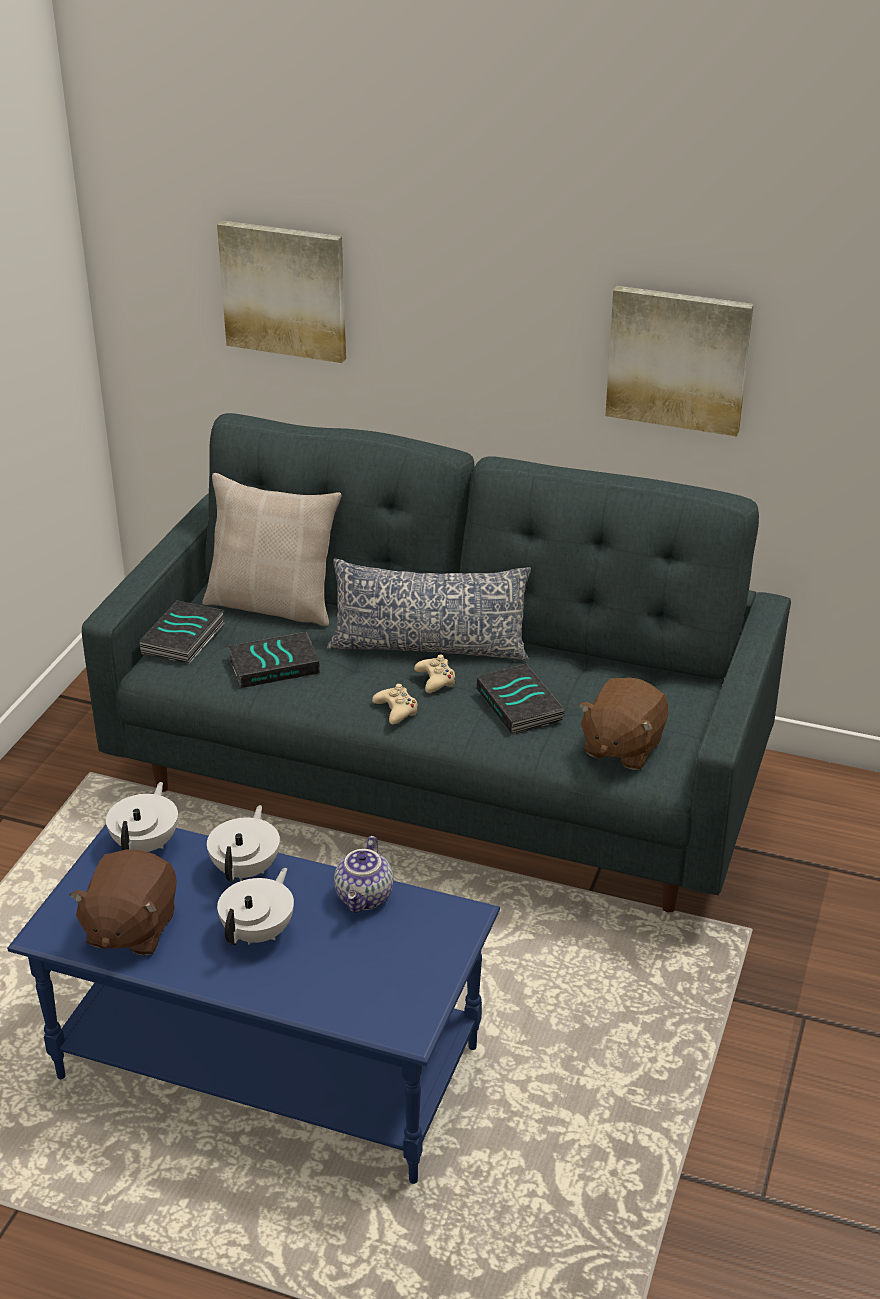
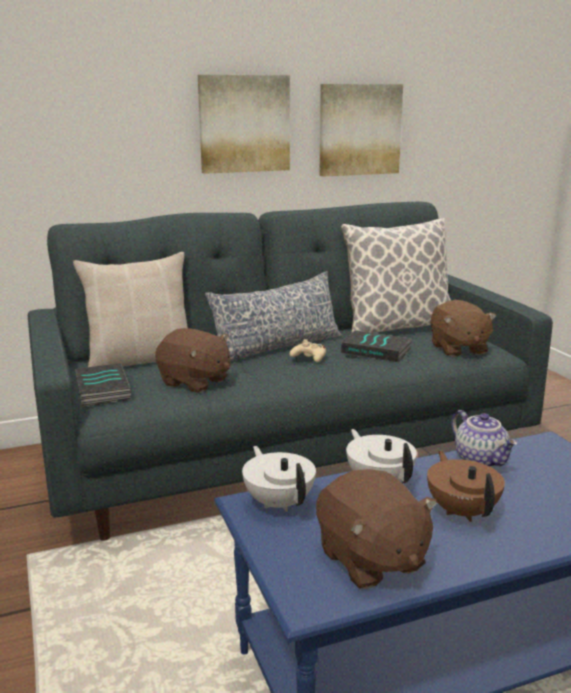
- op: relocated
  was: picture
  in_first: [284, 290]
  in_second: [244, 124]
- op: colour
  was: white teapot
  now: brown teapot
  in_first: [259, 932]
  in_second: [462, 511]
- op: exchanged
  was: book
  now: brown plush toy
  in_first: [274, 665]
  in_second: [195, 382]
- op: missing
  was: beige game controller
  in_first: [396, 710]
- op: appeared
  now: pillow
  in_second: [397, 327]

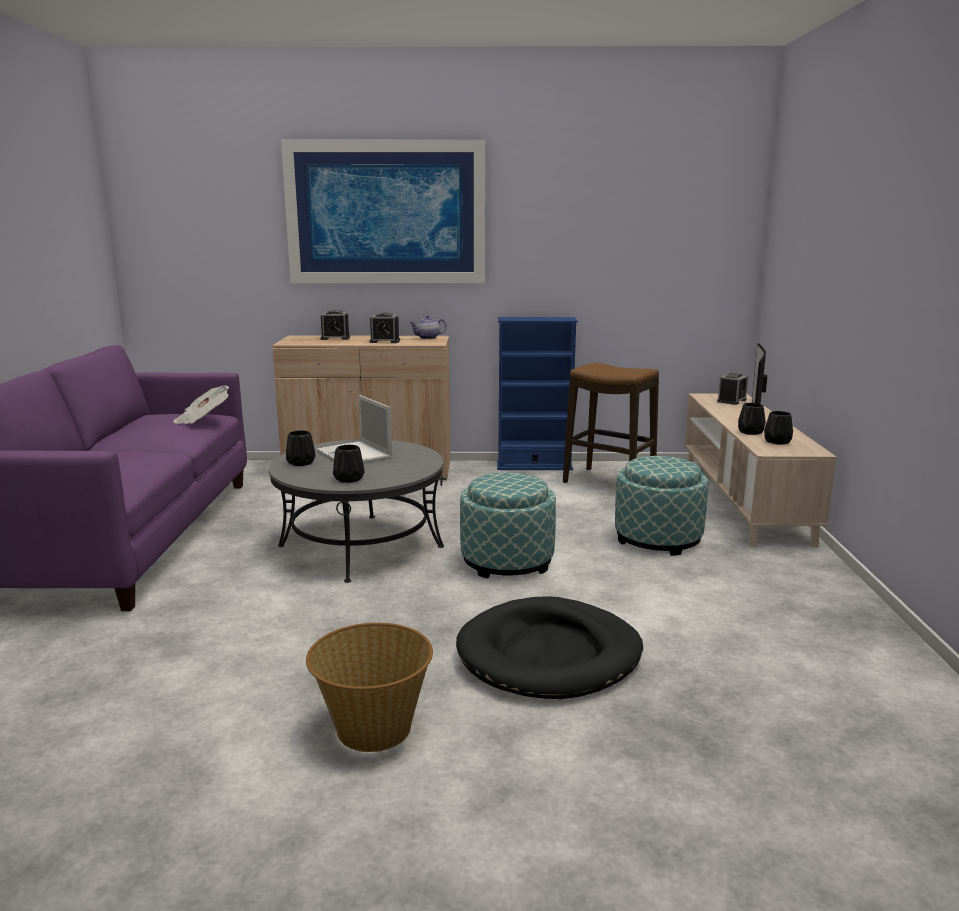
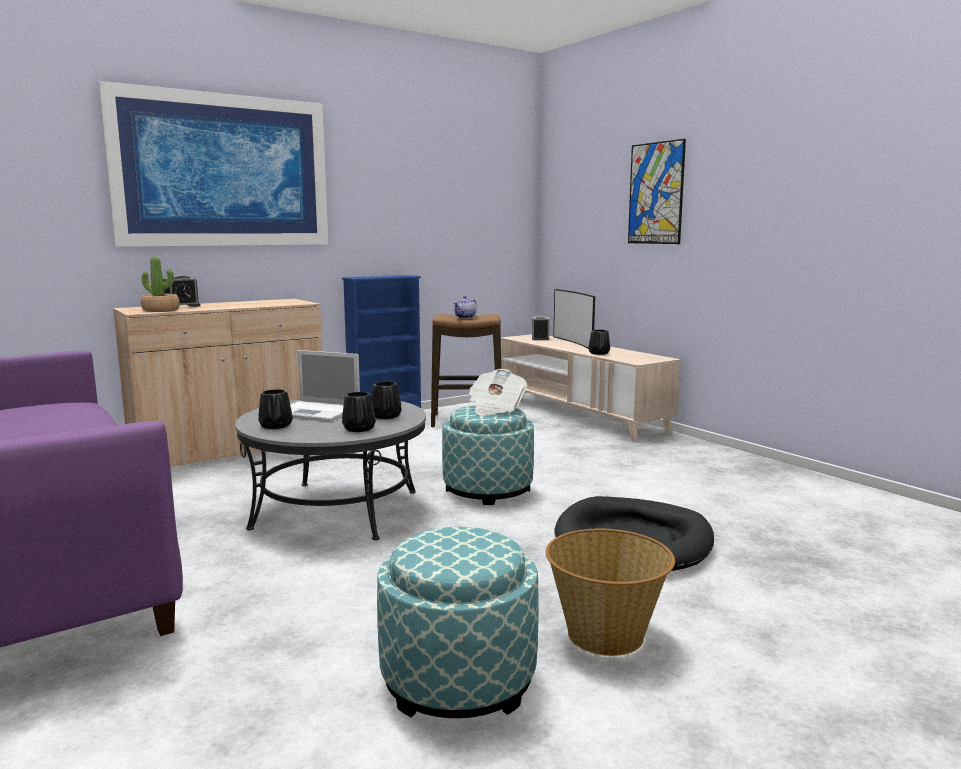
- op: relocated
  was: newspaper
  in_first: [203, 420]
  in_second: [495, 408]
- op: missing
  was: alarm clock
  in_first: [385, 341]
- op: relocated
  was: teapot
  in_first: [428, 338]
  in_second: [465, 317]
- op: relocated
  was: ottoman
  in_first: [657, 539]
  in_second: [458, 679]
- op: relocated
  was: black vase
  in_first: [776, 441]
  in_second: [385, 416]
- op: appeared
  now: potted plant
  in_second: [161, 310]
- op: appeared
  now: picture
  in_second: [656, 193]

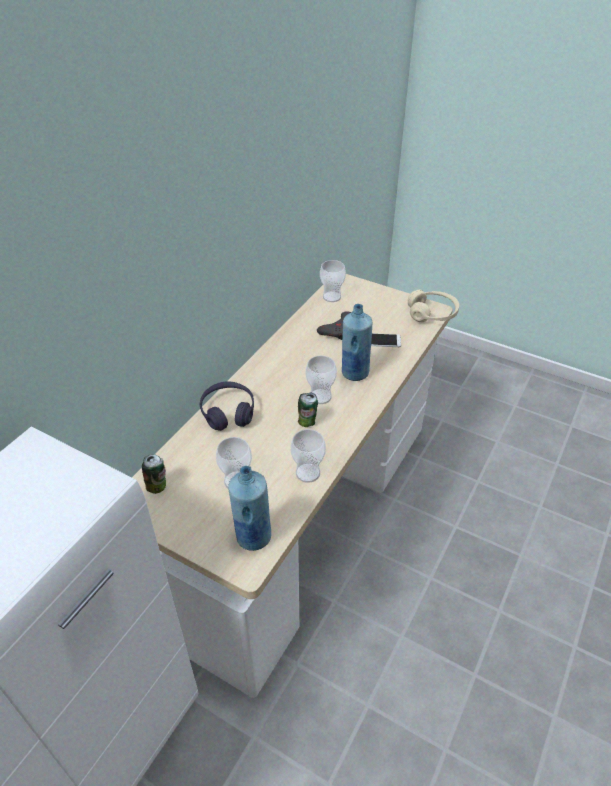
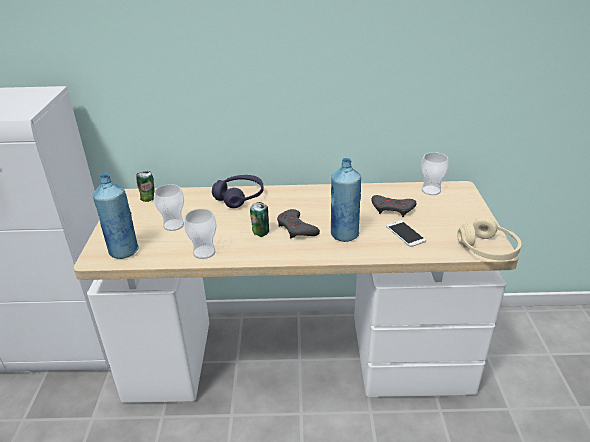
- op: exchanged
  was: cup
  now: grey game controller
  in_first: [320, 396]
  in_second: [296, 228]

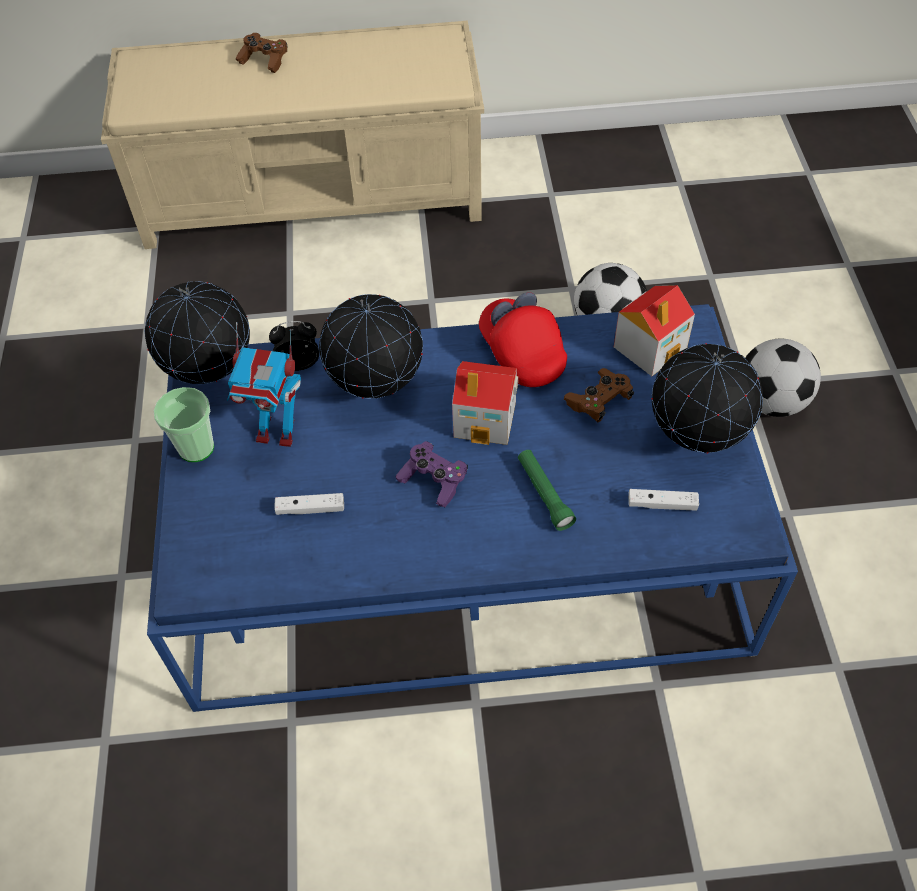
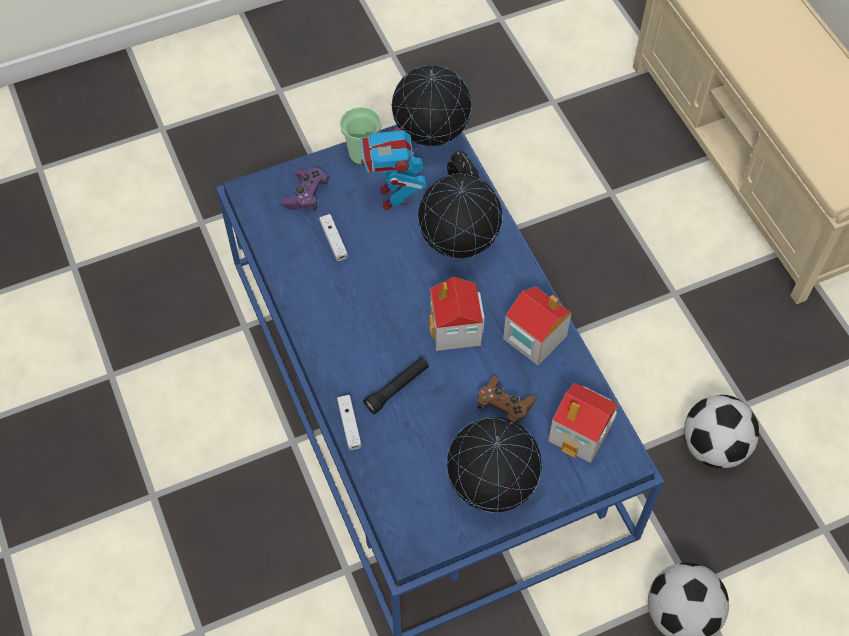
- op: missing
  was: brown game controller
  in_first: [264, 60]
- op: relocated
  was: purple game controller
  in_first: [433, 480]
  in_second: [306, 195]
- op: exchanged
  was: red cap
  now: toy house
  in_first: [521, 354]
  in_second: [534, 337]
- op: colour
  was: green flashlight
  now: black flashlight
  in_first: [544, 494]
  in_second: [397, 388]
- op: relocated
  was: white game controller
  in_first: [662, 504]
  in_second: [349, 425]

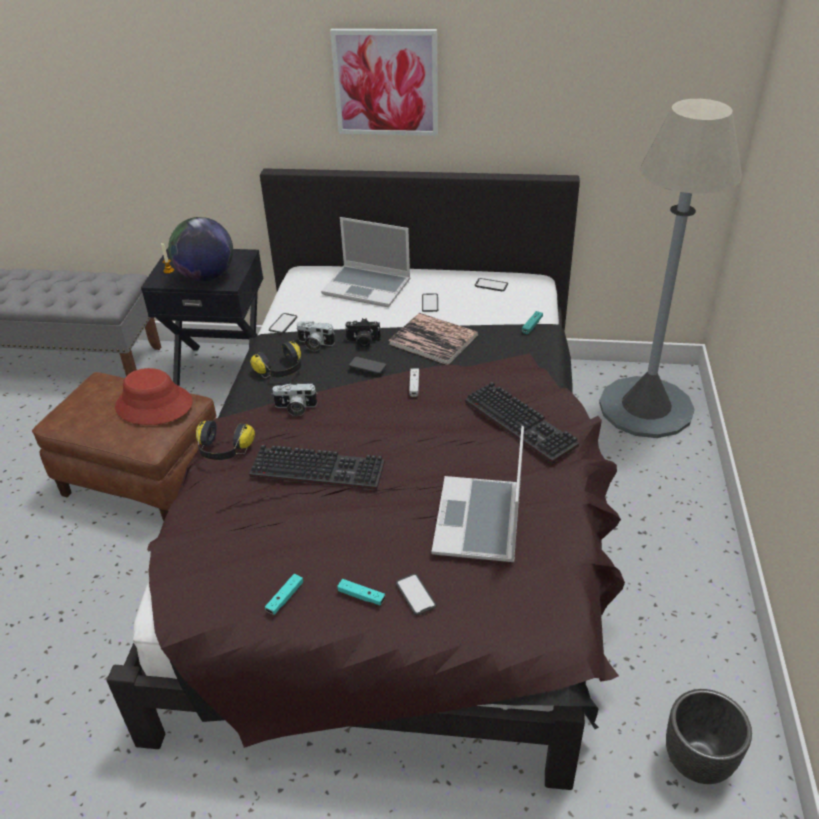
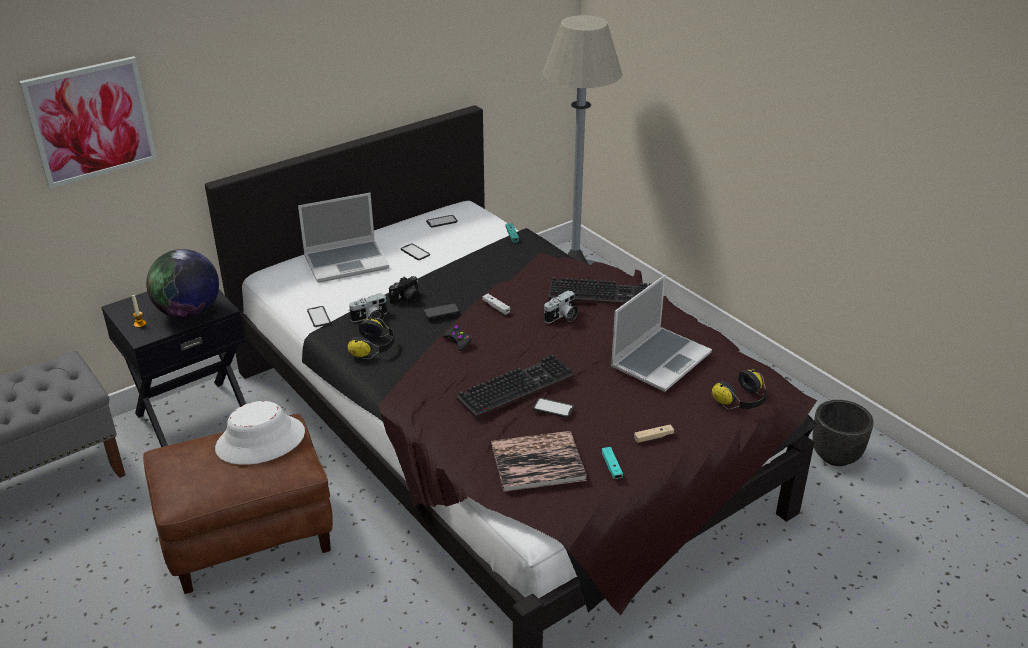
- op: colour
  was: red hat
  now: white hat
  in_first: [154, 405]
  in_second: [260, 441]
- op: relocated
  was: headphones
  in_first: [223, 450]
  in_second: [742, 401]
- op: relocated
  was: photo camera
  in_first: [295, 408]
  in_second: [562, 317]
- op: relocated
  was: picture
  in_first: [386, 82]
  in_second: [90, 121]
- op: colour
  was: turquoise game controller
  now: beige game controller
  in_first: [361, 596]
  in_second: [653, 437]
- op: relocated
  was: book
  in_first: [433, 339]
  in_second: [537, 462]
- op: relocated
  was: phone
  in_first: [415, 594]
  in_second: [553, 408]
- op: spun
  was: laptop
  in_first: [479, 522]
  in_second: [660, 359]
  clockwise: -105
- op: appeared
  now: black game controller
  in_second: [458, 341]

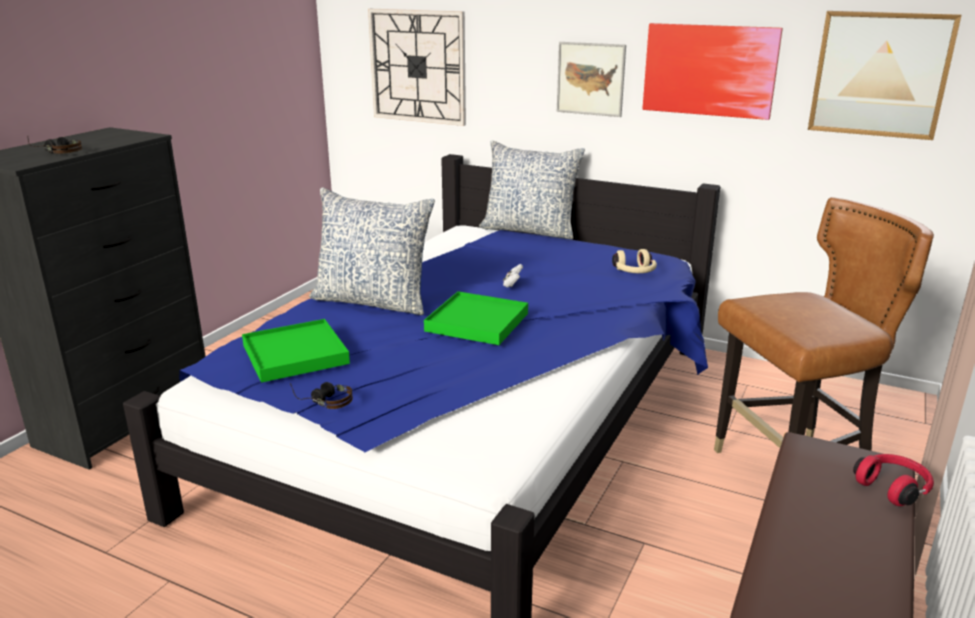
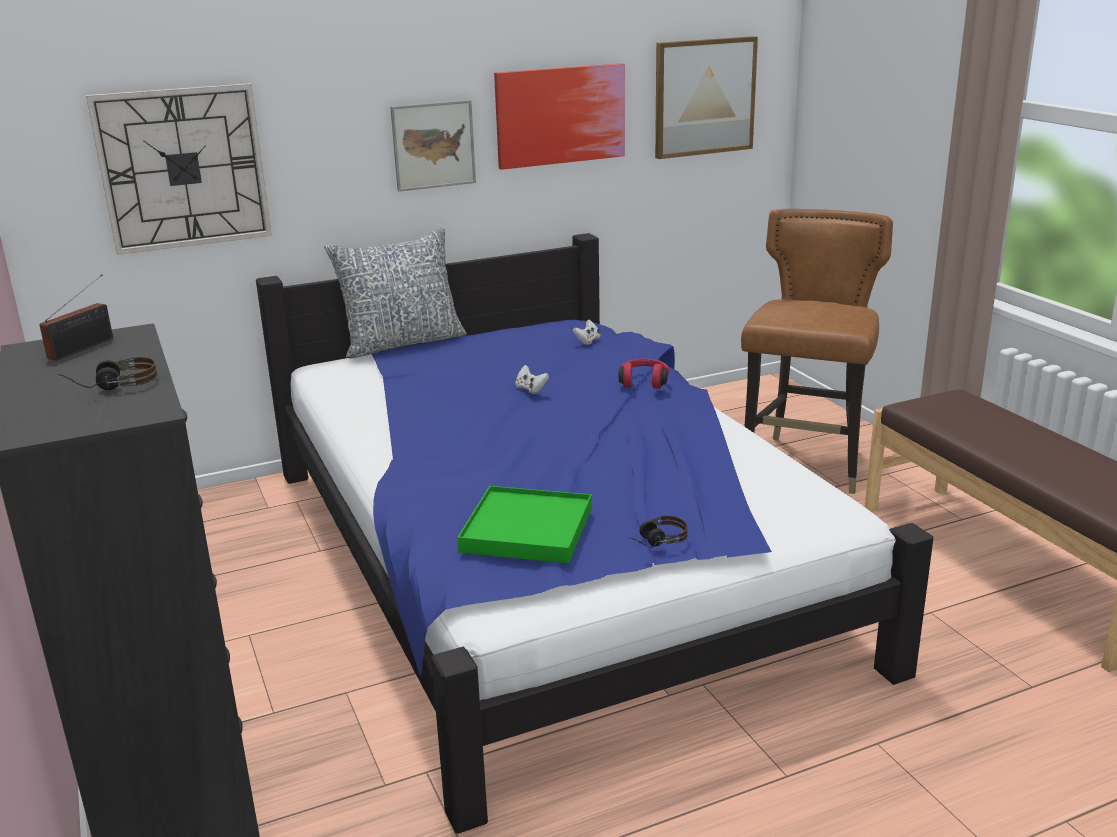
- op: missing
  was: pillow
  in_first: [373, 301]
- op: missing
  was: green tray
  in_first: [477, 322]
- op: exchanged
  was: beige headphones
  now: white game controller
  in_first: [634, 272]
  in_second: [587, 341]
- op: relocated
  was: red headphones
  in_first: [893, 488]
  in_second: [644, 382]
- op: appeared
  now: radio
  in_second: [85, 347]

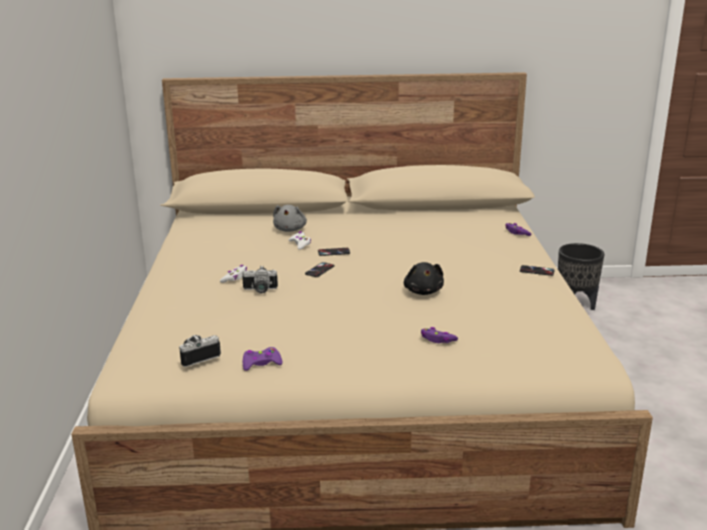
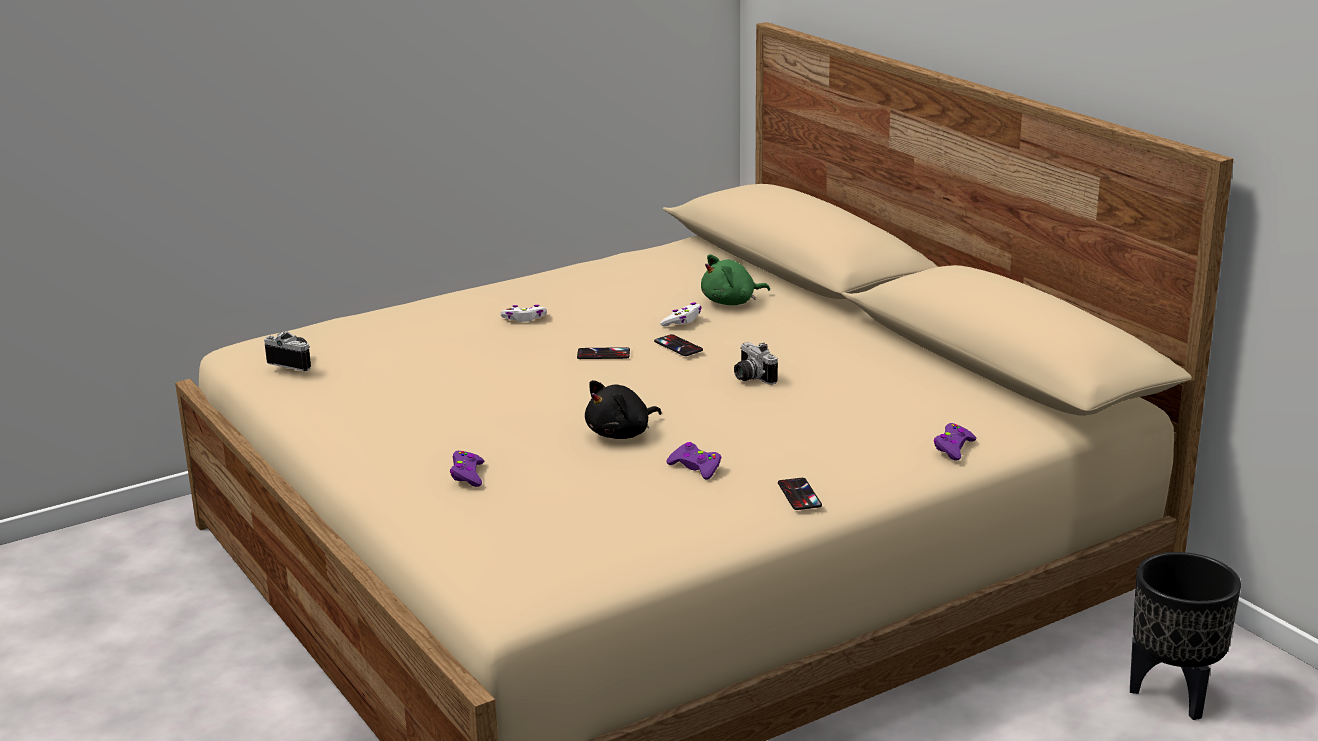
- op: relocated
  was: photo camera
  in_first: [260, 290]
  in_second: [750, 378]
- op: relocated
  was: purple game controller
  in_first: [261, 363]
  in_second: [695, 467]
- op: colour
  was: grey plush toy
  now: green plush toy
  in_first: [290, 229]
  in_second: [731, 302]

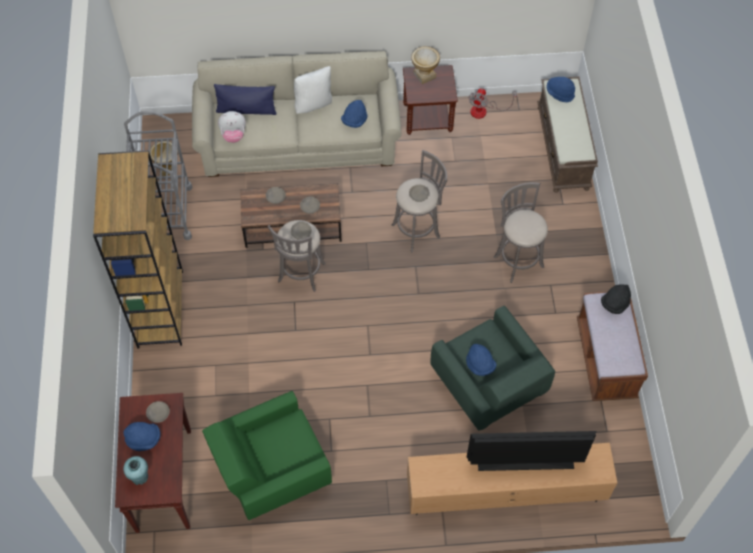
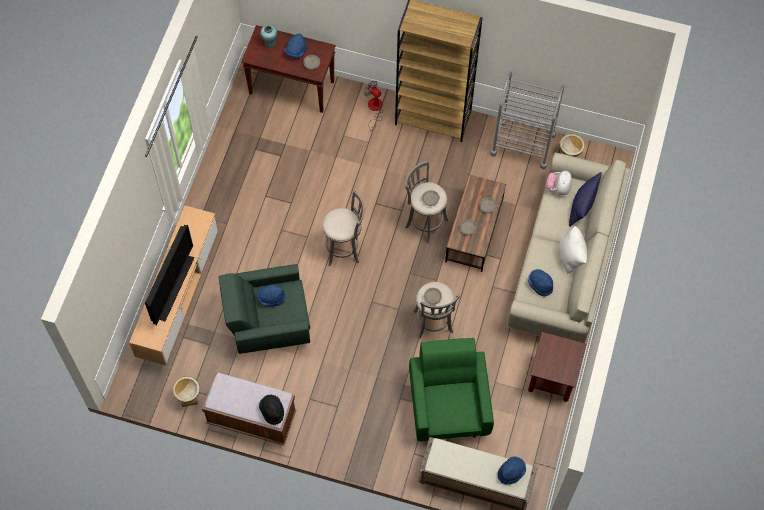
- op: relocated
  was: green armchair
  in_first: [271, 470]
  in_second: [449, 405]
- op: relocated
  was: vase
  in_first: [424, 75]
  in_second: [189, 398]
- op: relocated
  was: fan
  in_first: [484, 110]
  in_second: [374, 109]
- op: relocated
  was: grey stool
  in_first: [517, 260]
  in_second: [344, 249]

